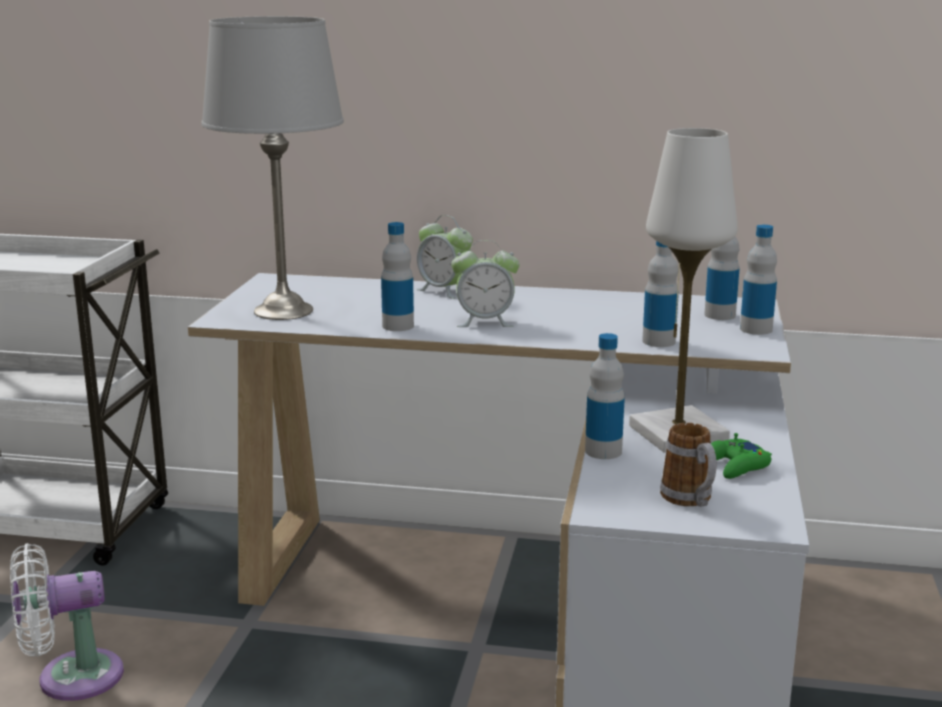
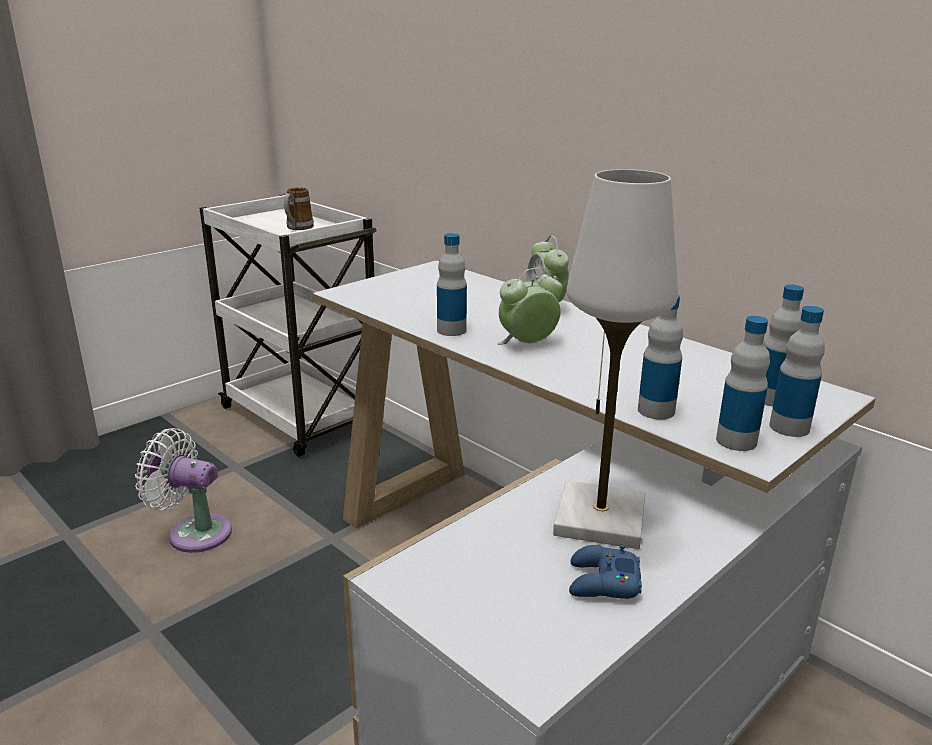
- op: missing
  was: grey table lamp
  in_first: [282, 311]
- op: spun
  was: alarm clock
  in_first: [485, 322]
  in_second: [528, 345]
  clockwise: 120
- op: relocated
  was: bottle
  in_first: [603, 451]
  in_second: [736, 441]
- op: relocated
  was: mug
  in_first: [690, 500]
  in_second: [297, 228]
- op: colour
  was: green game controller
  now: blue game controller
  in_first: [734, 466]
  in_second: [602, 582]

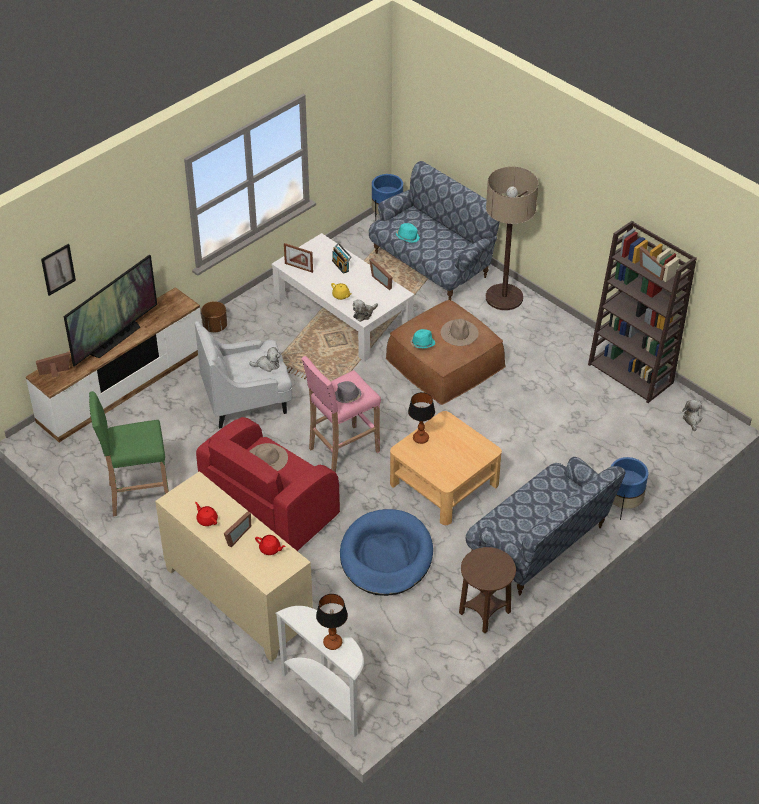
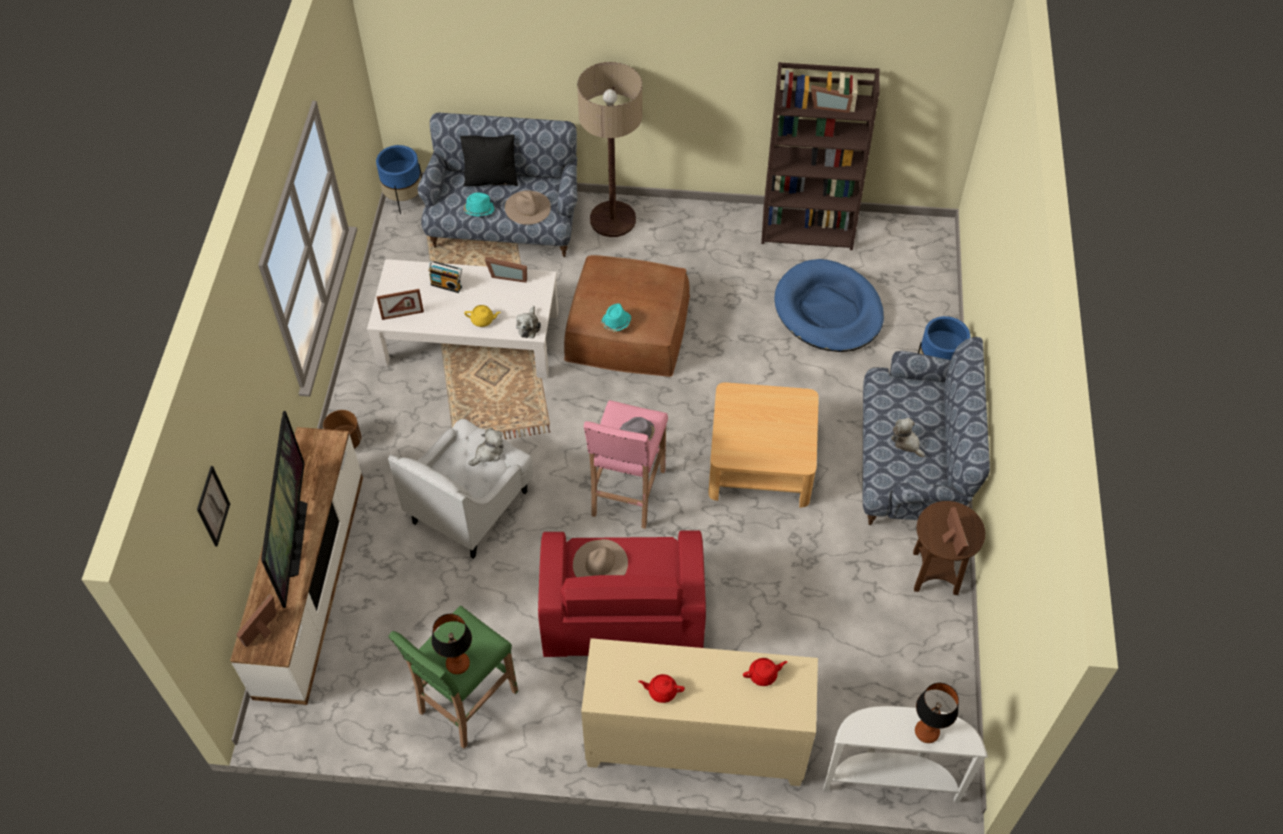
- op: relocated
  was: picture frame
  in_first: [235, 535]
  in_second: [950, 540]
- op: relocated
  was: blue dog bed
  in_first: [386, 556]
  in_second: [828, 310]
- op: relocated
  was: table lamp
  in_first: [421, 438]
  in_second: [457, 663]
- op: relocated
  was: beige hat
  in_first: [459, 332]
  in_second: [527, 207]
- op: relocated
  was: plush toy
  in_first: [692, 419]
  in_second: [906, 443]
- op: appeared
  now: black pillow
  in_second: [491, 178]

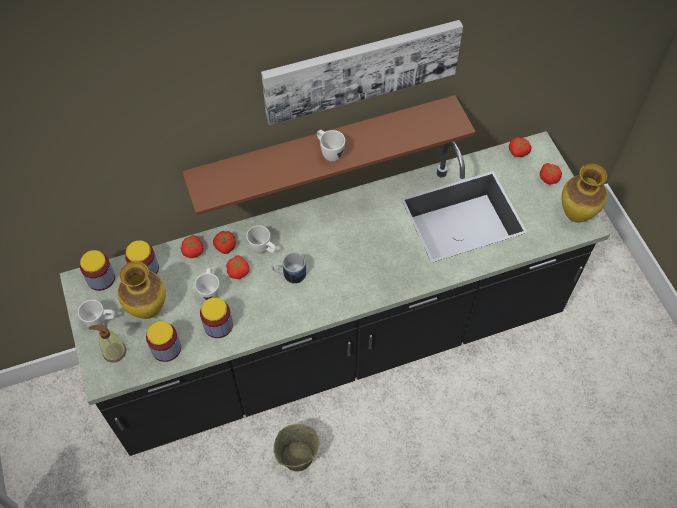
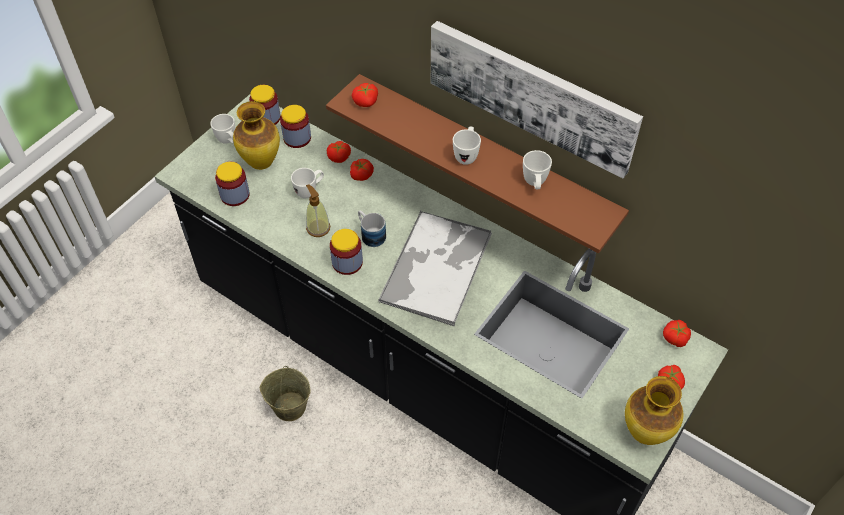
- op: relocated
  was: soap dispenser
  in_first: [114, 352]
  in_second: [318, 228]
- op: relocated
  was: jar
  in_first: [218, 325]
  in_second: [347, 262]
- op: relocated
  was: tomato
  in_first: [238, 271]
  in_second: [366, 101]
- op: relocated
  was: white mug
  in_first: [263, 250]
  in_second: [535, 184]
- op: appeared
  now: tray
  in_second: [436, 266]

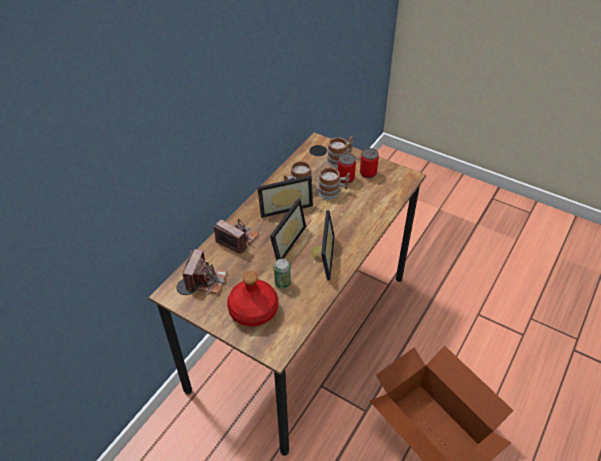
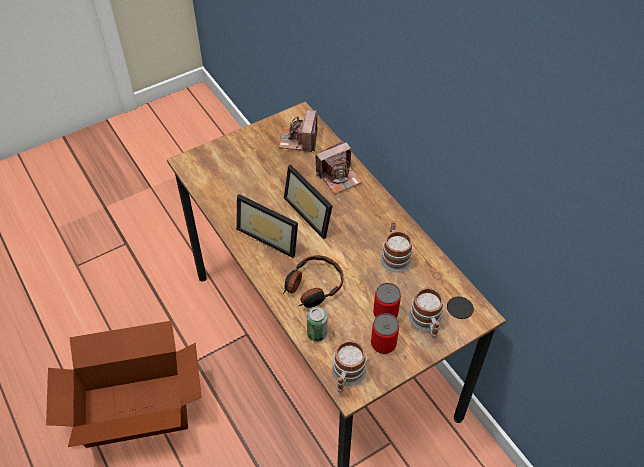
- op: spun
  was: photo camera
  in_first: [206, 280]
  in_second: [299, 140]
  clockwise: 60
- op: missing
  was: red bottle
  in_first: [253, 310]
- op: missing
  was: picture frame
  in_first: [284, 205]
- op: relocated
  was: can
  in_first: [282, 283]
  in_second: [317, 334]
- op: relocated
  was: mug
  in_first: [333, 192]
  in_second: [347, 376]
- op: appeared
  now: headphones
  in_second: [313, 287]

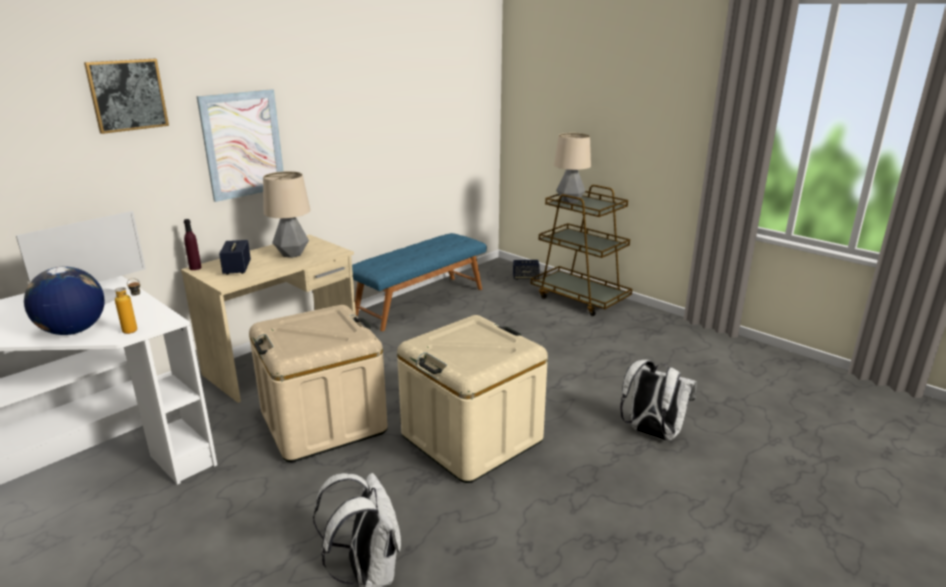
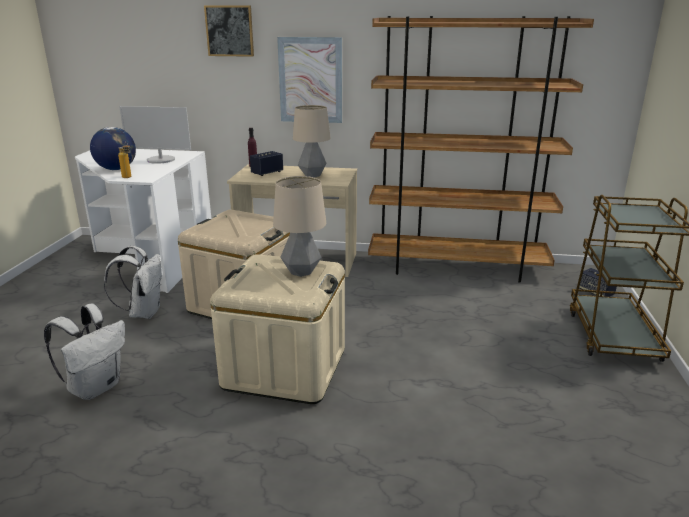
- op: exchanged
  was: blue bench
  now: brown bookcase
  in_first: [420, 302]
  in_second: [457, 268]
- op: relocated
  was: table lamp
  in_first: [569, 201]
  in_second: [301, 272]
- op: relocated
  was: white backpack
  in_first: [651, 433]
  in_second: [144, 312]

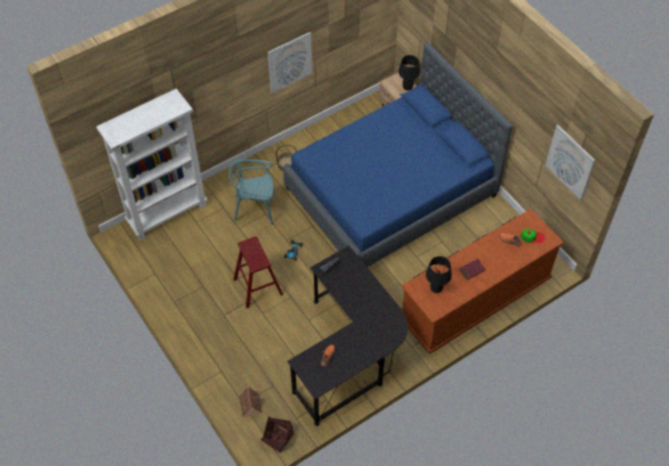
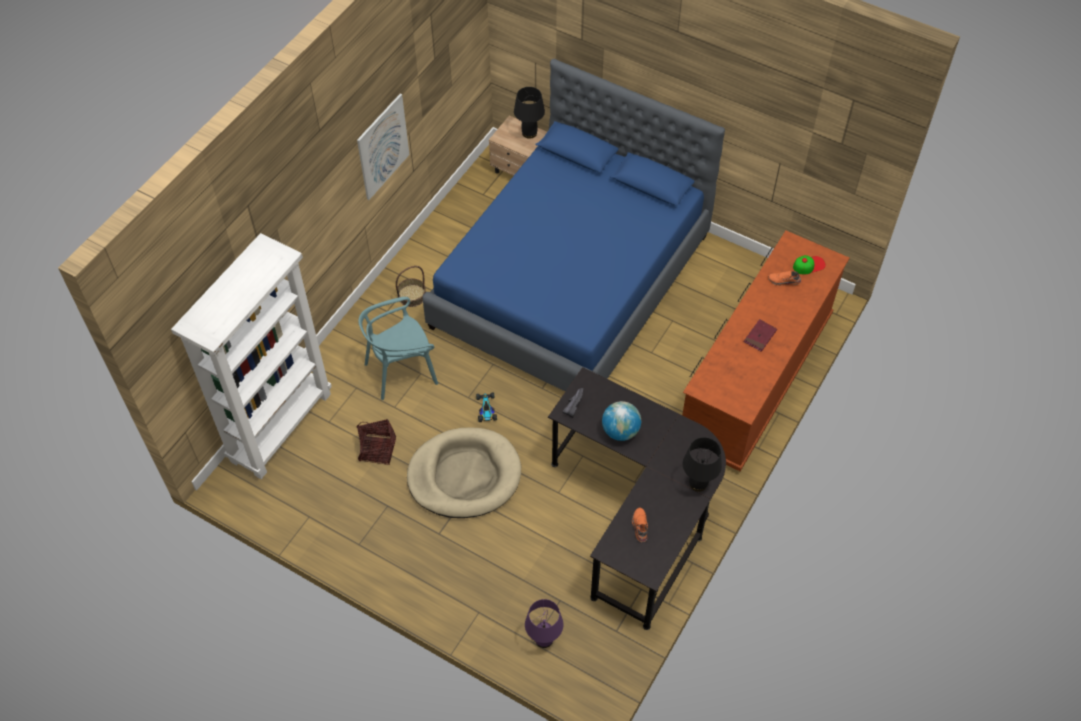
- op: exchanged
  was: red stool
  now: beige dog bed
  in_first: [258, 286]
  in_second: [464, 475]
- op: exchanged
  was: toy house
  now: purple table lamp
  in_first: [250, 404]
  in_second: [543, 639]
- op: relocated
  was: basket
  in_first: [277, 437]
  in_second: [377, 449]
- op: relocated
  was: black table lamp
  in_first: [436, 288]
  in_second: [697, 483]
- op: missing
  was: picture
  in_first: [570, 162]
- op: appeared
  now: globe
  in_second: [620, 431]

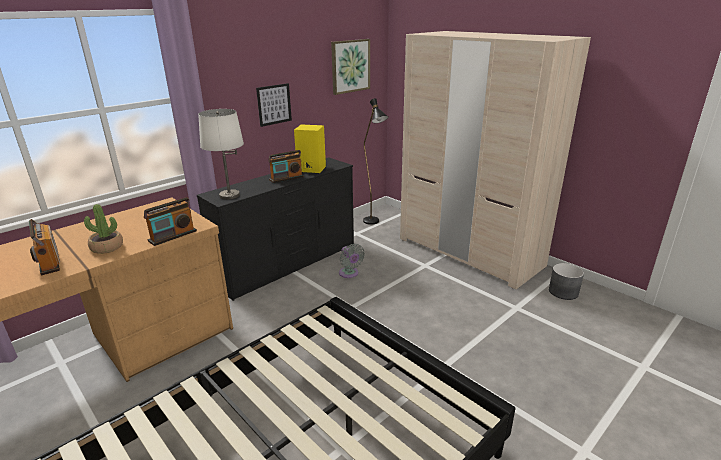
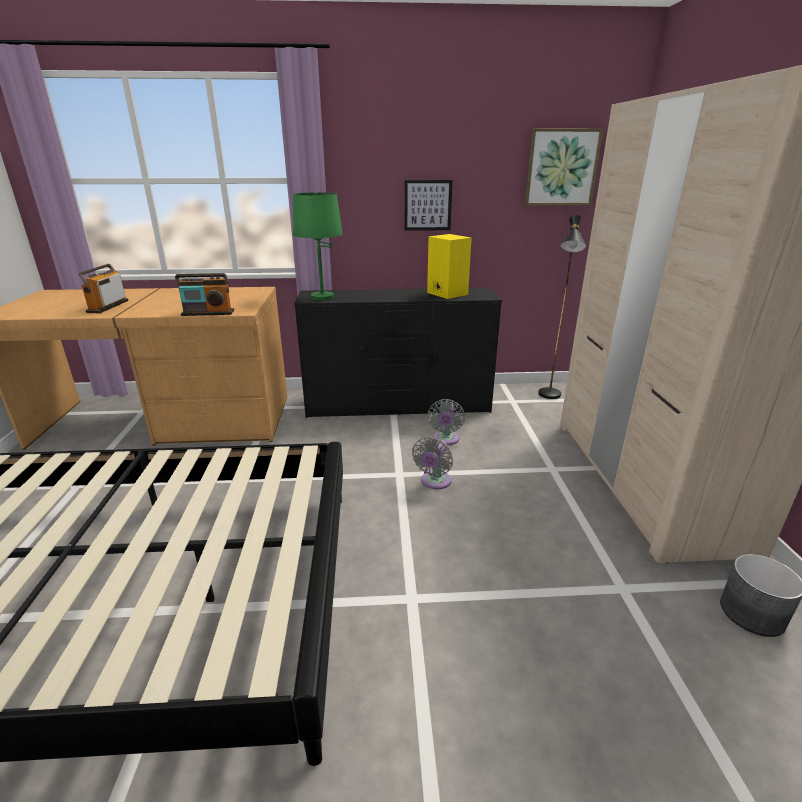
- op: missing
  was: potted plant
  in_first: [107, 247]
- op: colour
  was: white table lamp
  now: green table lamp
  in_first: [229, 196]
  in_second: [322, 297]
- op: missing
  was: radio
  in_first: [286, 178]
- op: appeared
  now: grey fan
  in_second: [434, 482]

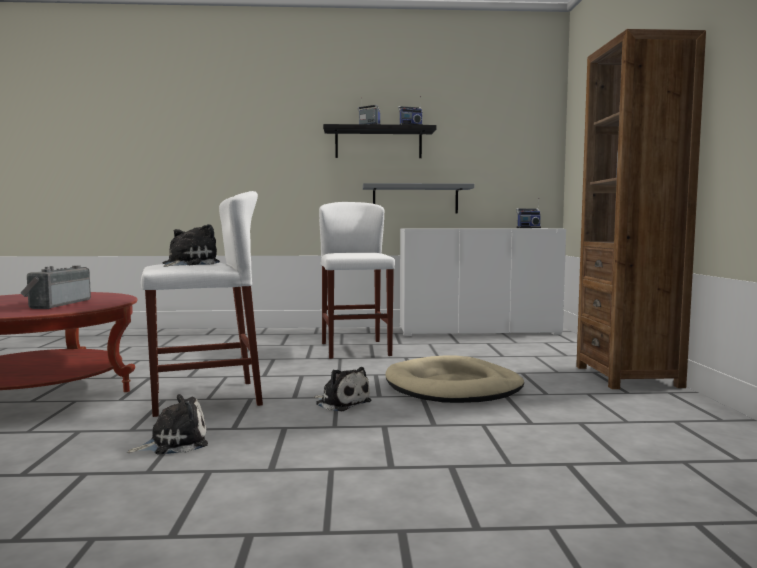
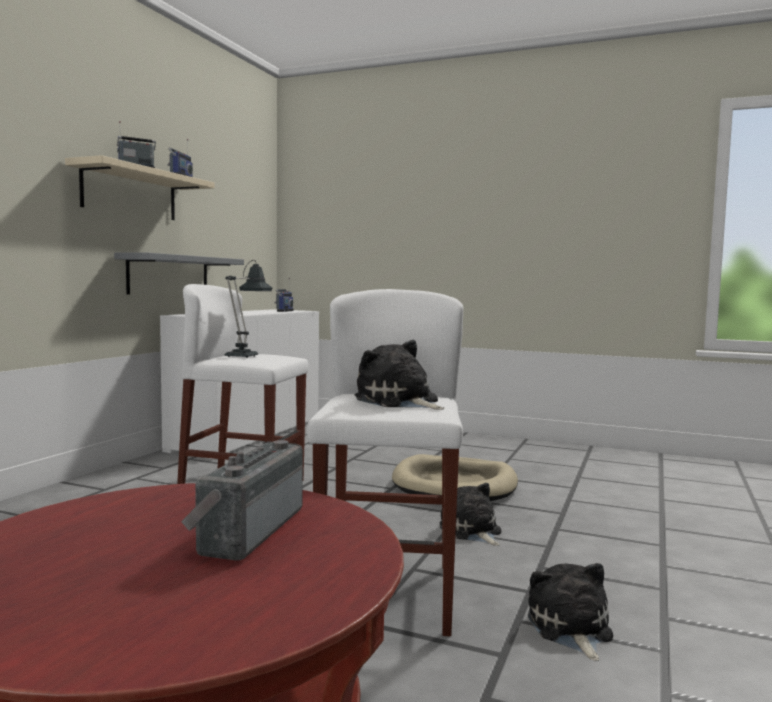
- op: spun
  was: radio
  in_first: [57, 304]
  in_second: [246, 530]
  clockwise: 75
- op: spun
  was: plush toy
  in_first: [341, 403]
  in_second: [471, 531]
  clockwise: -90
- op: colour
  was: black shelf
  now: beige shelf
  in_first: [378, 143]
  in_second: [130, 193]
- op: missing
  was: brown bookcase
  in_first: [627, 376]
- op: appeared
  now: table lamp
  in_second: [245, 355]

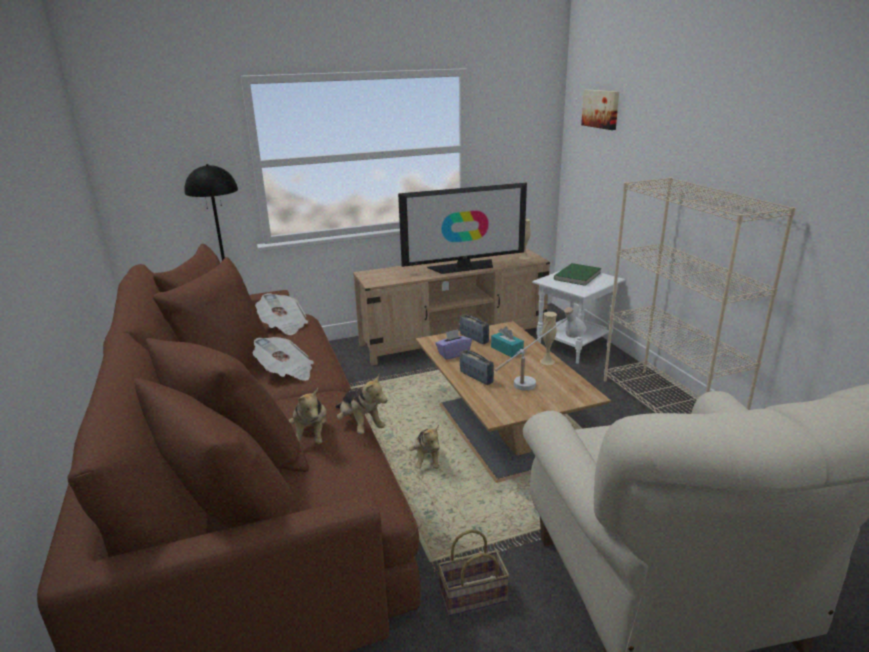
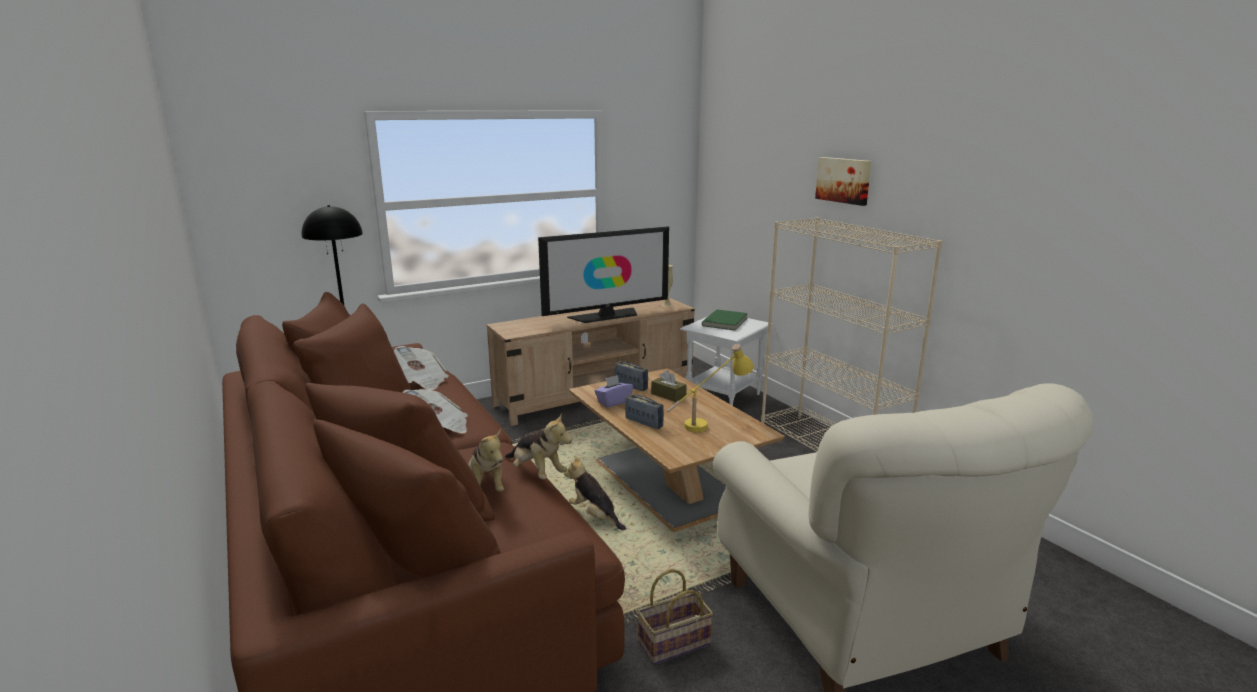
- op: spun
  was: plush toy
  in_first: [427, 460]
  in_second: [594, 516]
  clockwise: 150
- op: colour
  was: turquoise tissue box
  now: brown tissue box
  in_first: [507, 350]
  in_second: [668, 395]
- op: colour
  was: white table lamp
  now: yellow table lamp
  in_first: [538, 381]
  in_second: [709, 422]
- op: missing
  was: beige vase
  in_first: [547, 361]
- op: relocated
  was: picture
  in_first: [601, 109]
  in_second: [844, 180]

